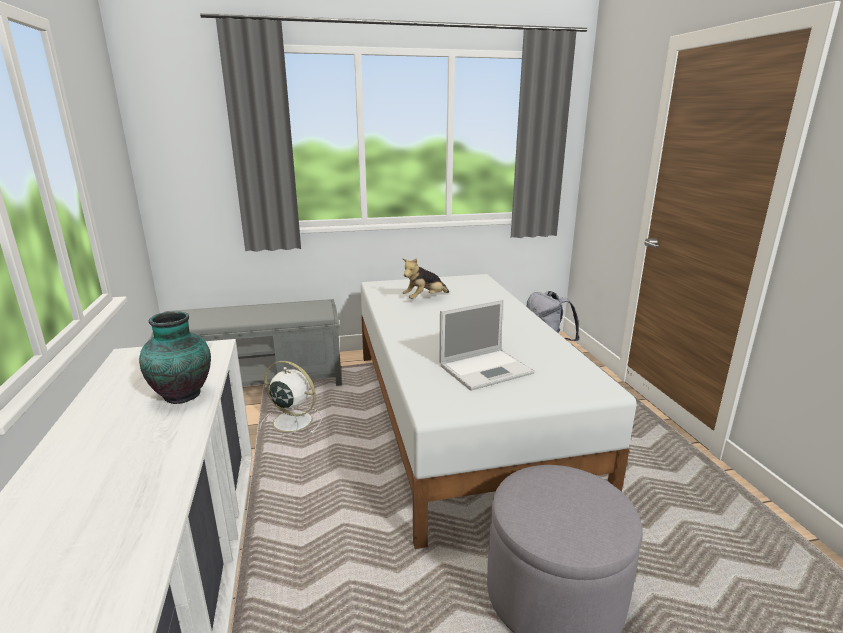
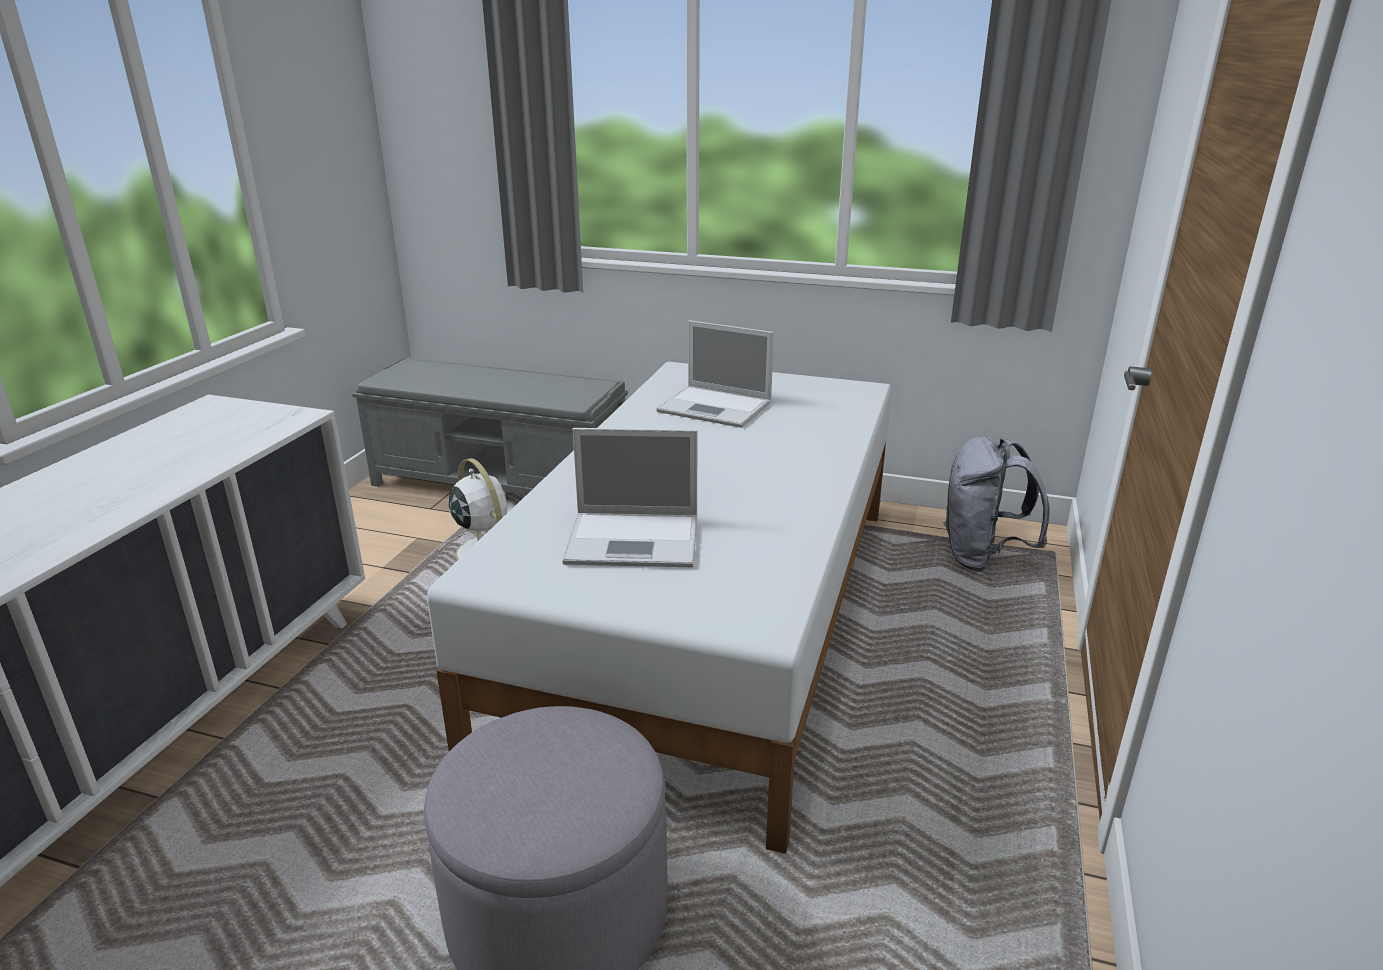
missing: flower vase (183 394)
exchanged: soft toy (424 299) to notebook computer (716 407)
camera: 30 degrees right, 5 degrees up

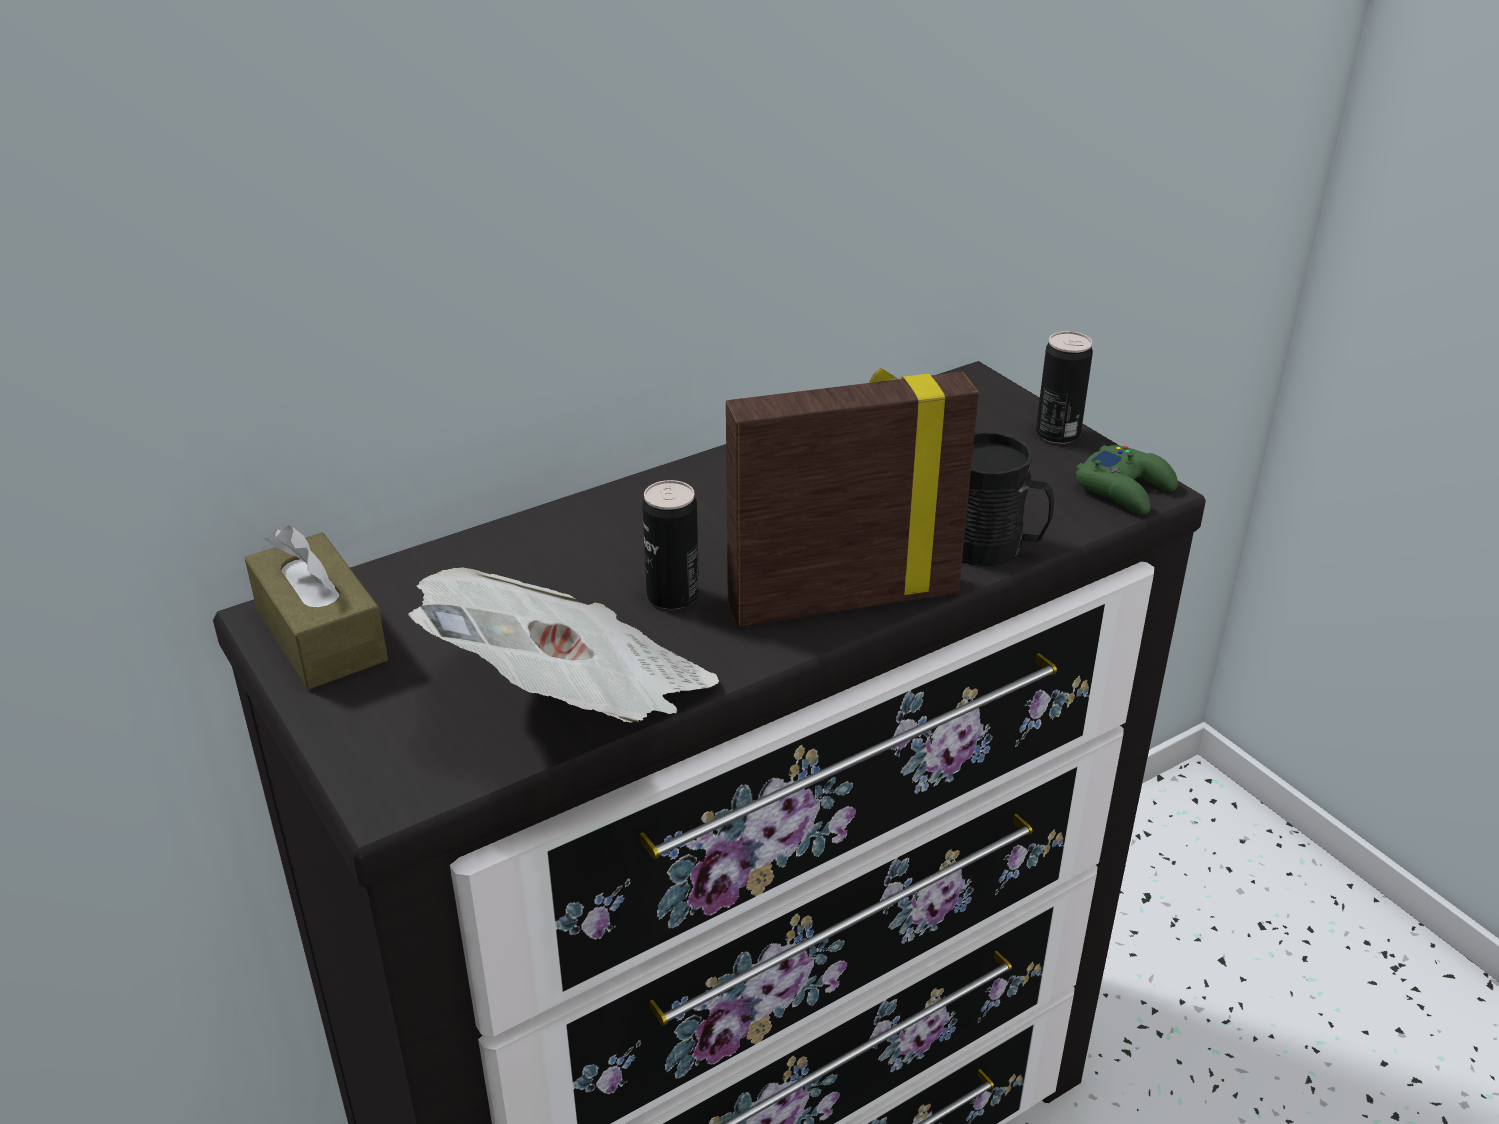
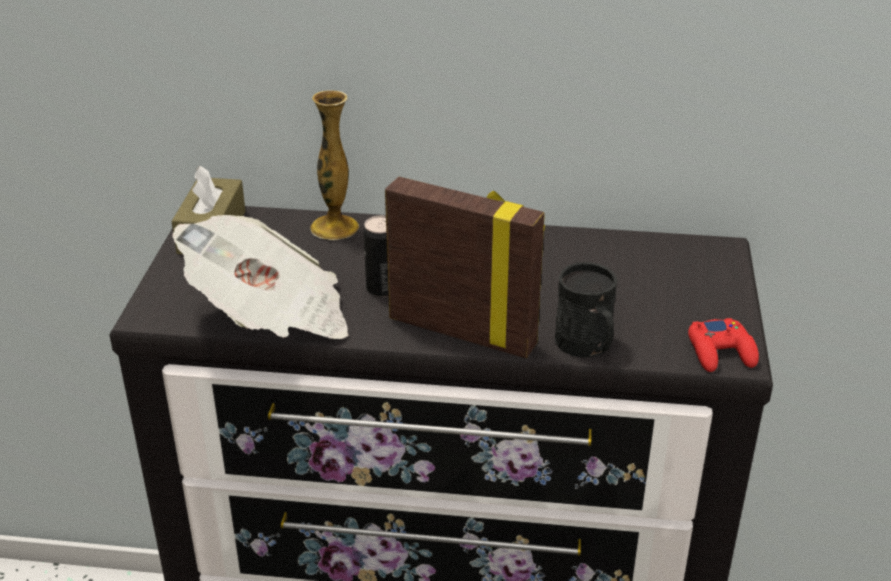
missing: metal can (1057 434)
appeared: flower vase (335 227)
colour: greenish joypad (1125 489) to red joypad (721 352)
camera: 40 degrees right, 0 degrees up

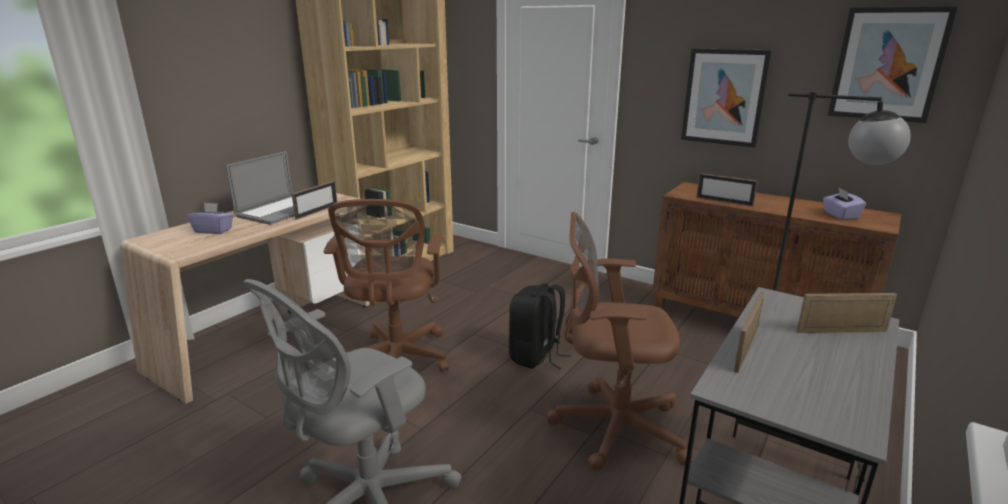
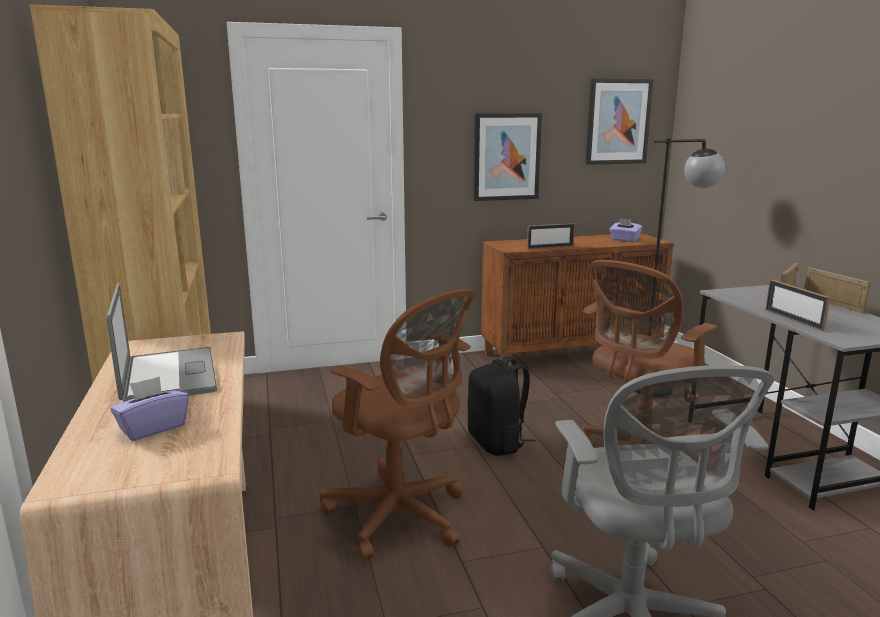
relocated: picture frame (317 211) to (832 304)
camera: 50 degrees left, 5 degrees down

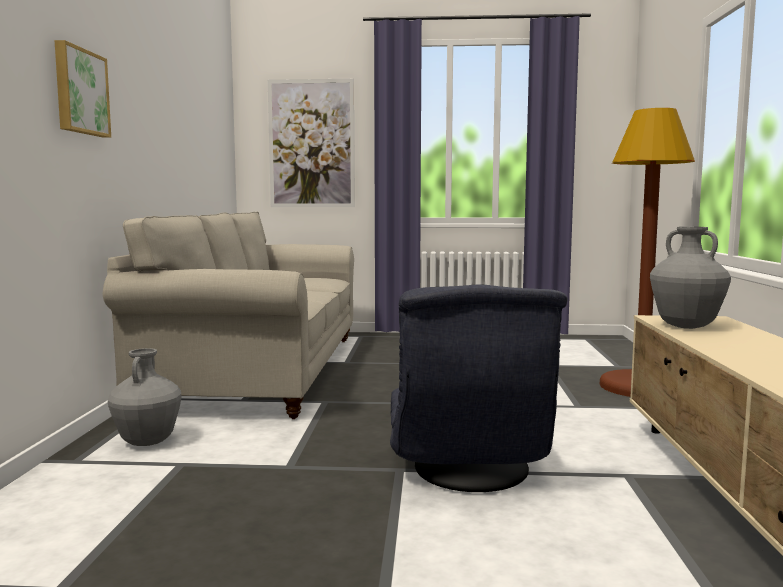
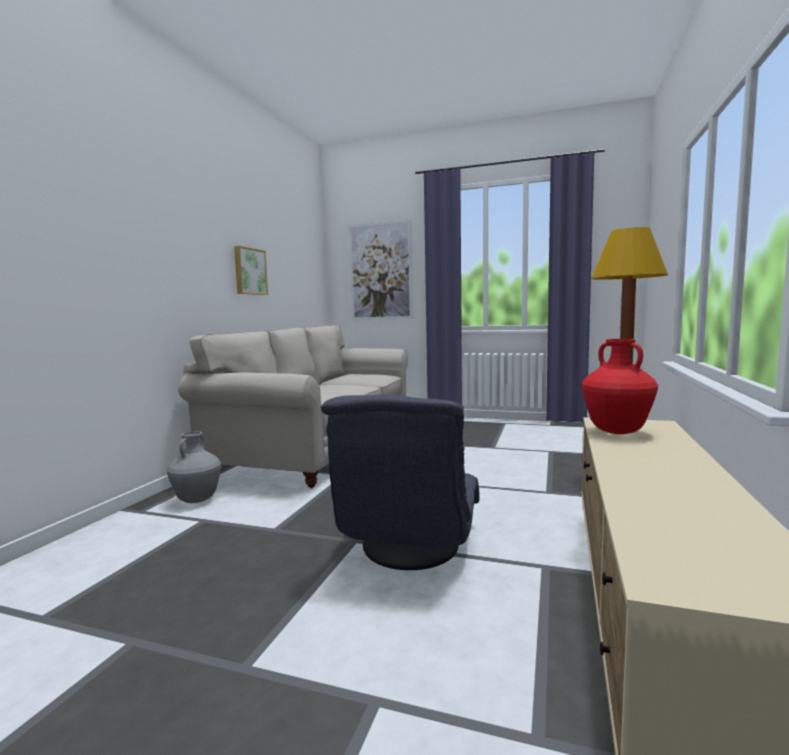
relocated: wall art (79 92) to (249 271)
colour: gray flower vase (686 326) to red flower vase (617 432)
camera: 15 degrees right, 0 degrees up

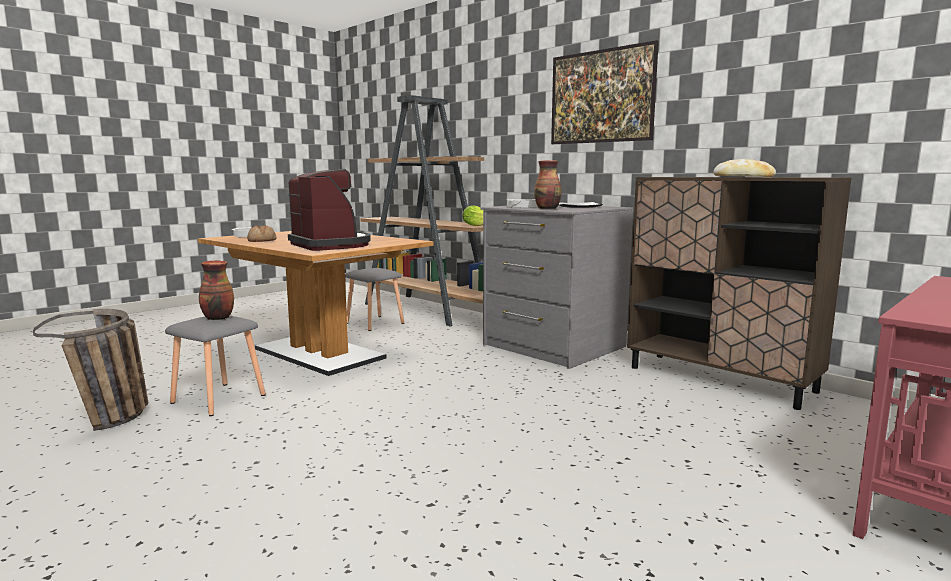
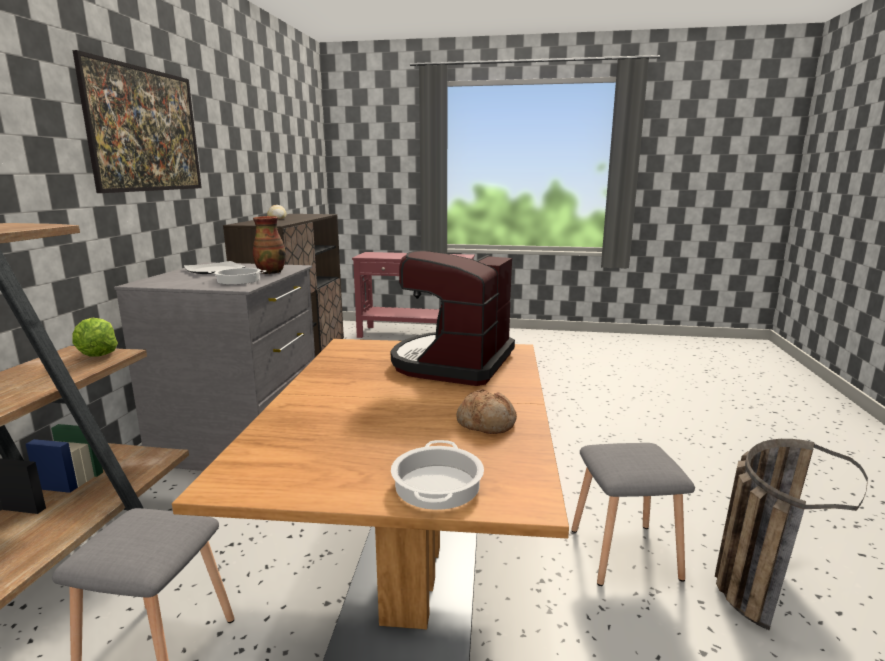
missing: flower vase (217 318)
camera: 125 degrees left, 5 degrees up

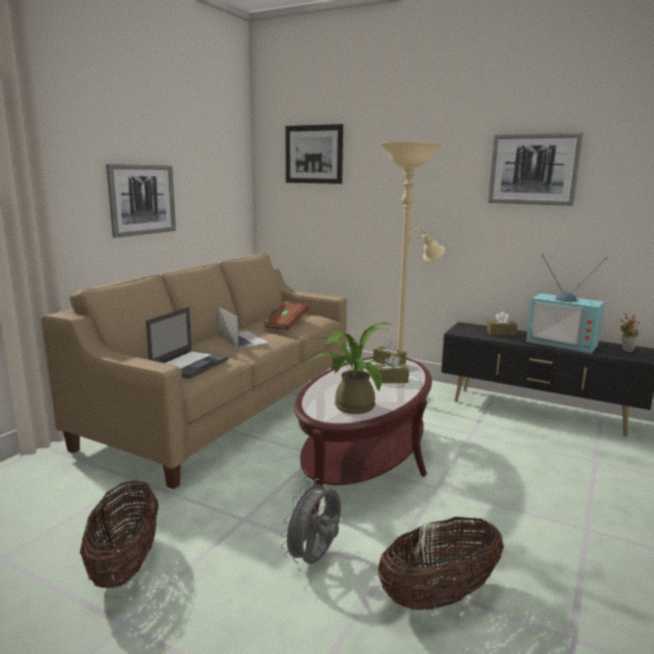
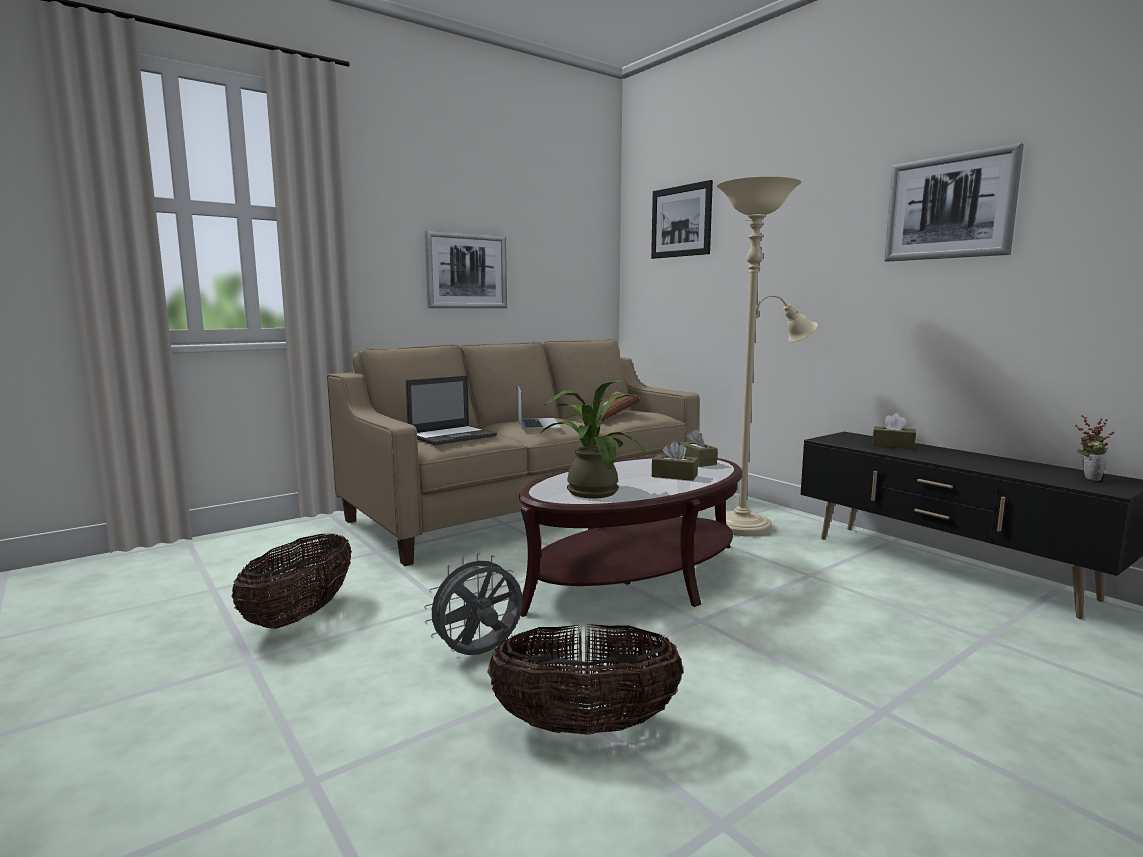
missing: TV set (563 343)
camera: 25 degrees right, 5 degrees down

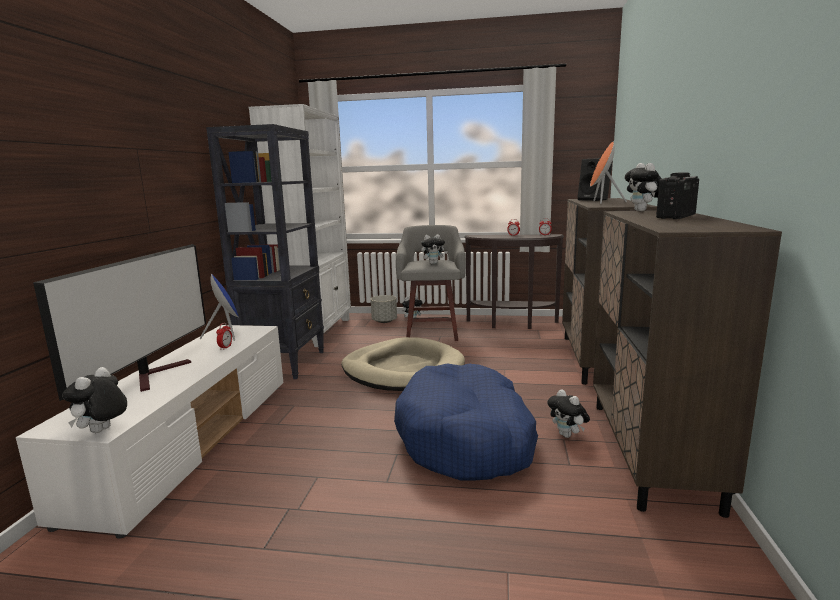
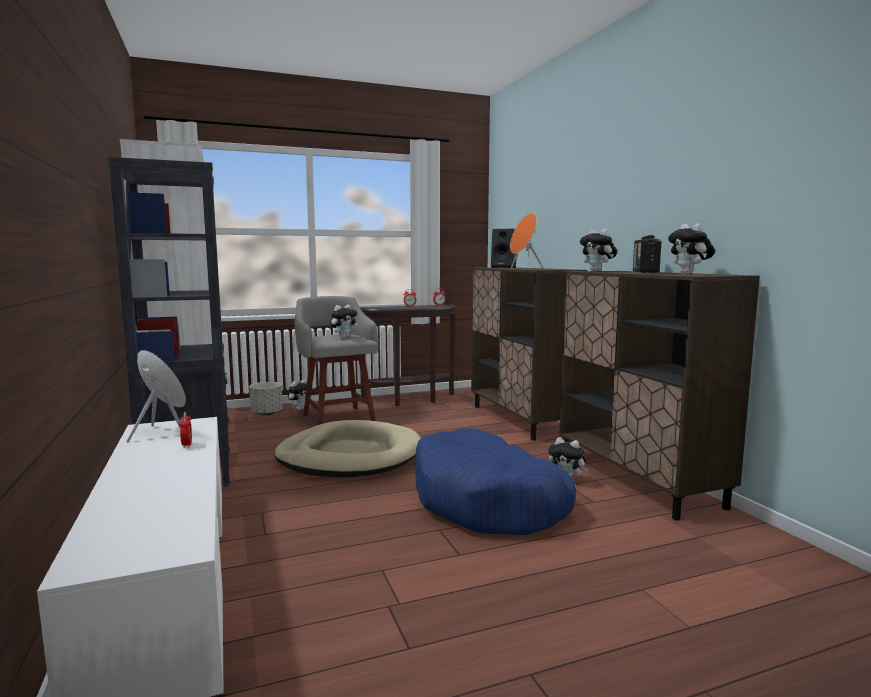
missing: TV set (156 374)
relocated: soft toy (102 431) to (689 273)
camera: 30 degrees left, 5 degrees down

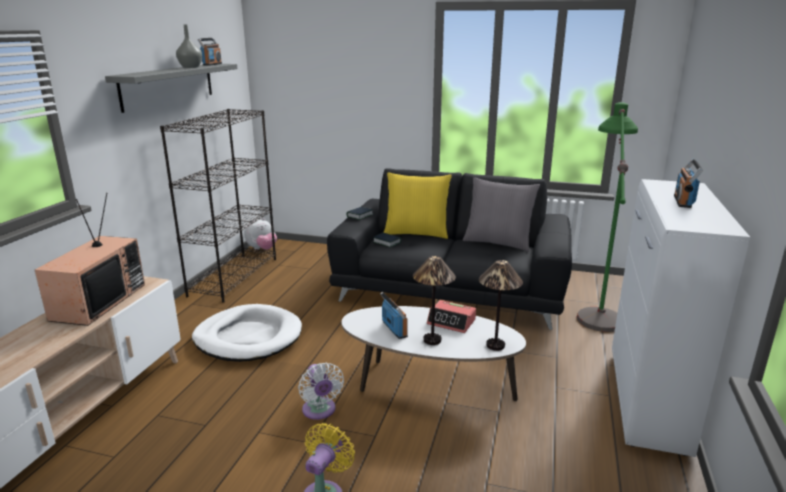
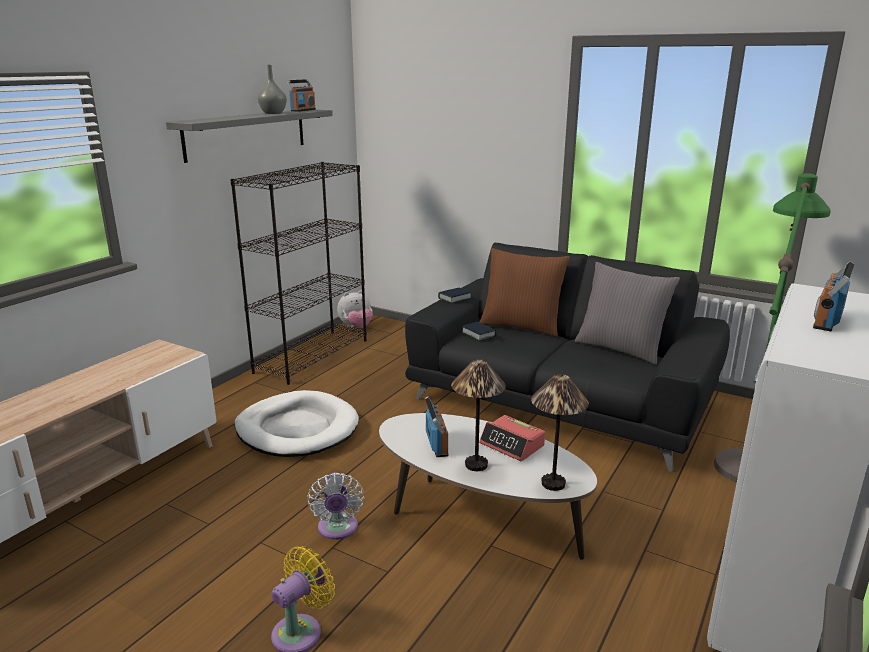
missing: TV set (98 301)
colour: yellowish cushion (416 233) to brown cushion (521 326)
camera: 15 degrees right, 0 degrees up

